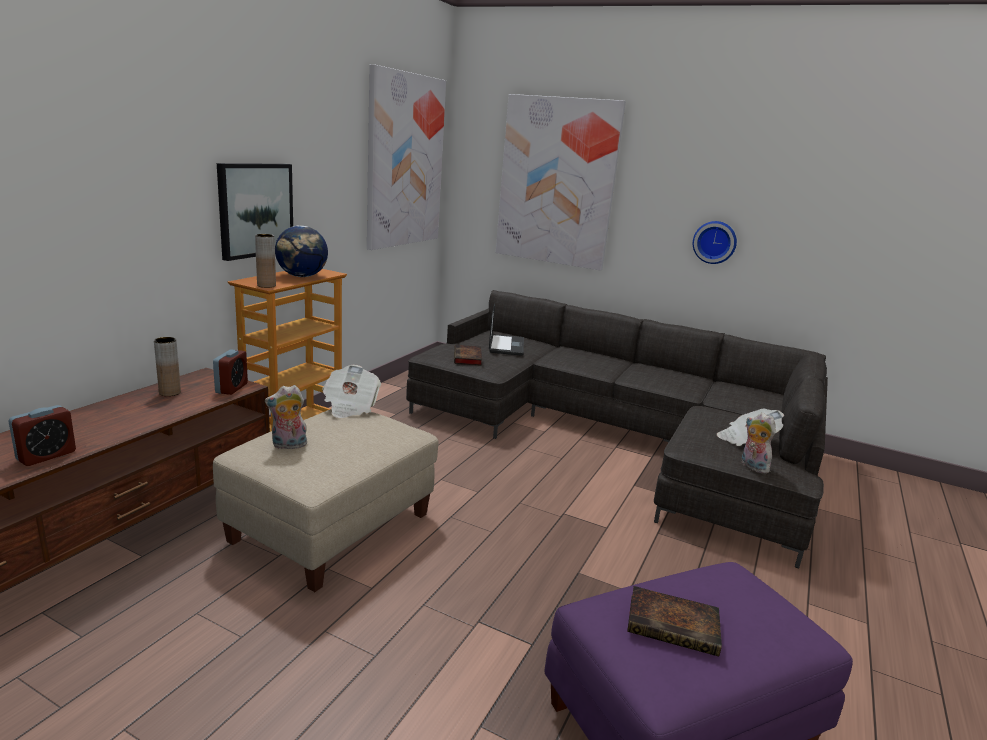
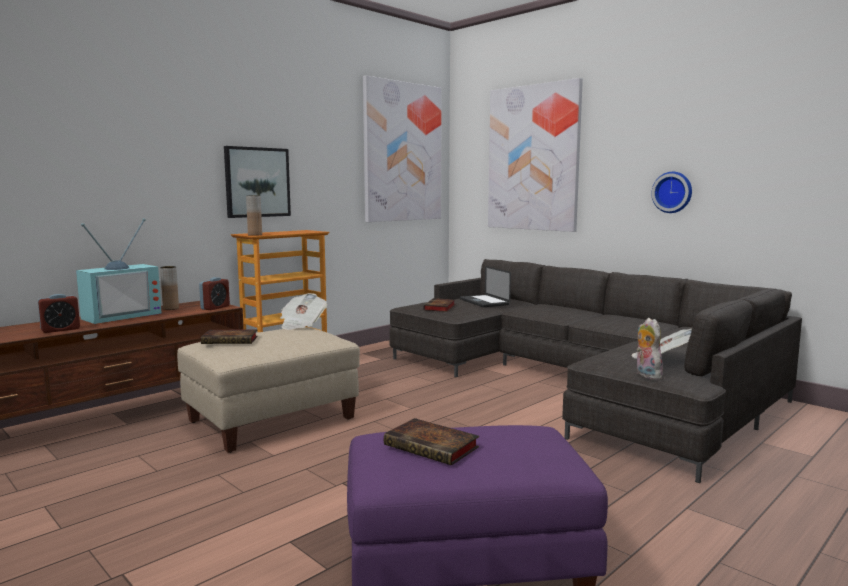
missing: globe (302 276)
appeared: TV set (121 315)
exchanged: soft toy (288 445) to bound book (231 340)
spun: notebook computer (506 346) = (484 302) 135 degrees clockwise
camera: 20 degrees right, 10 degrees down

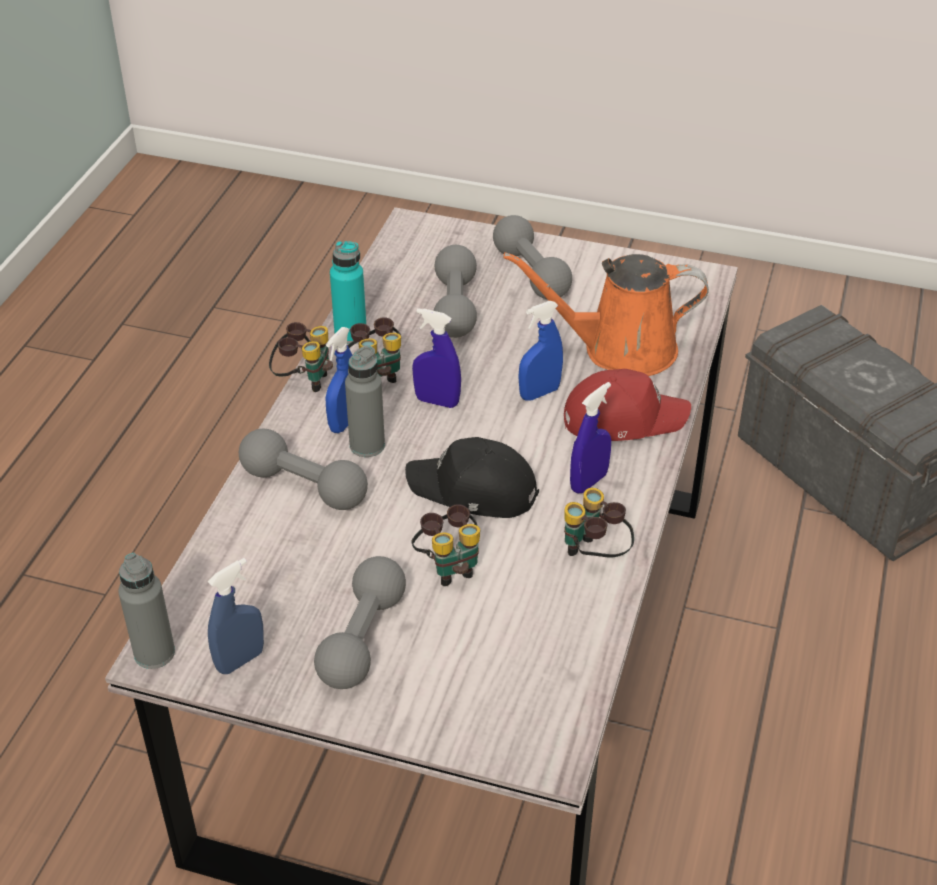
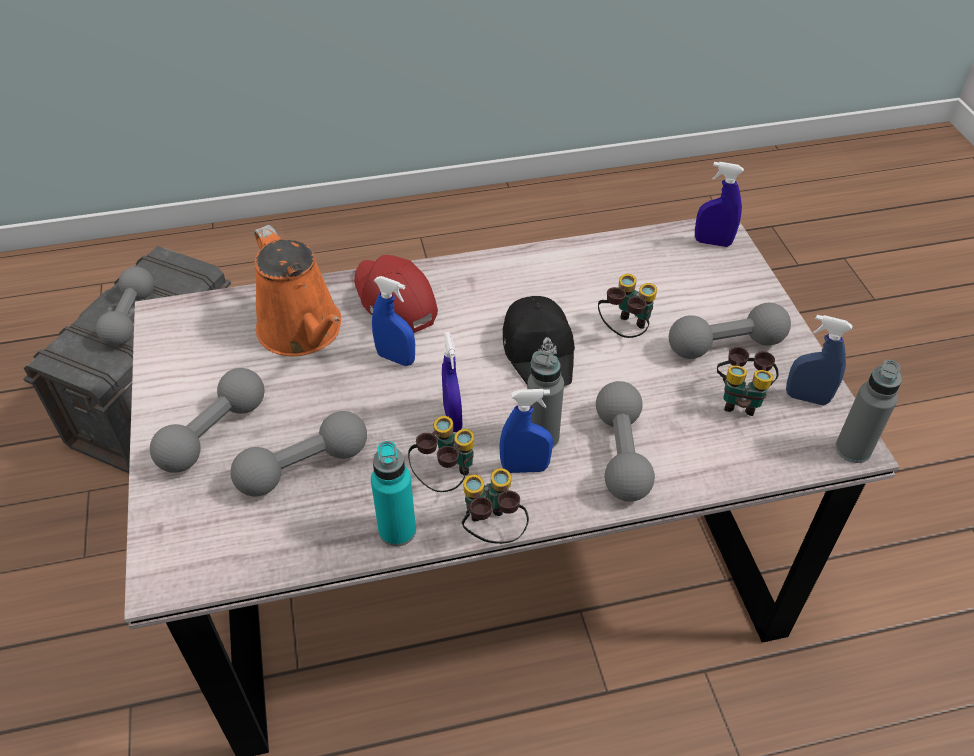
appeared: gray dumbbell (130 317)
relocated: binoculars (594 556) to (740 399); blue sprayer (588 482) to (712 242)
camera: 120 degrees left, 5 degrees up

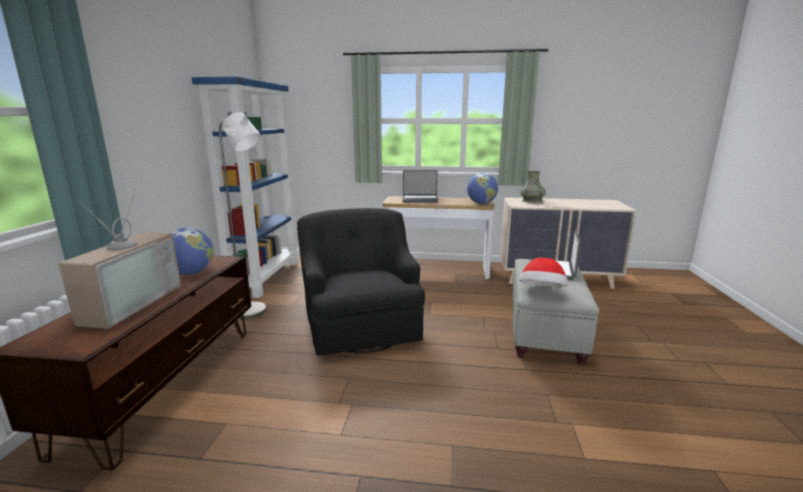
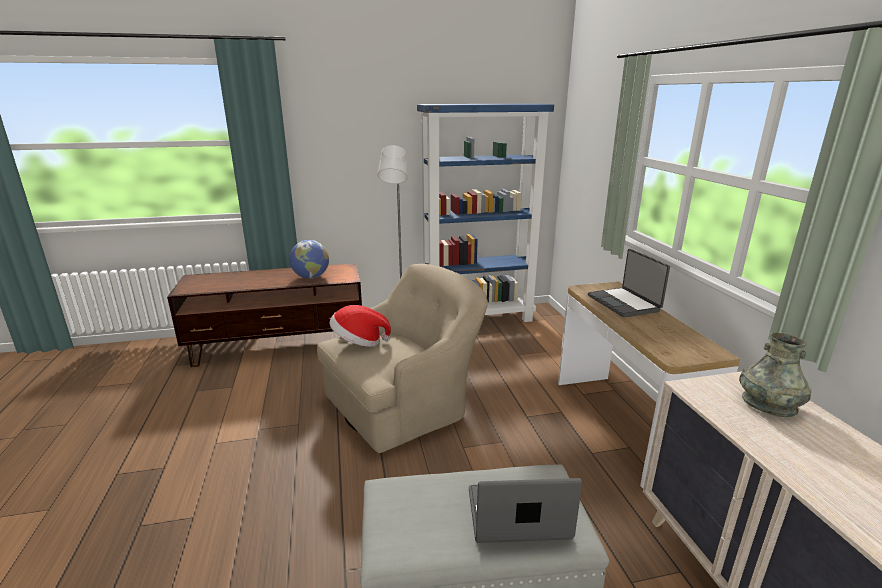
missing: TV set (128 303); globe (481 203)
relocated: wearable hat (541 292) to (359 342)
colour: blackish easy chair (361 324) to sand-coloured easy chair (405 403)
camera: 70 degrees right, 5 degrees up

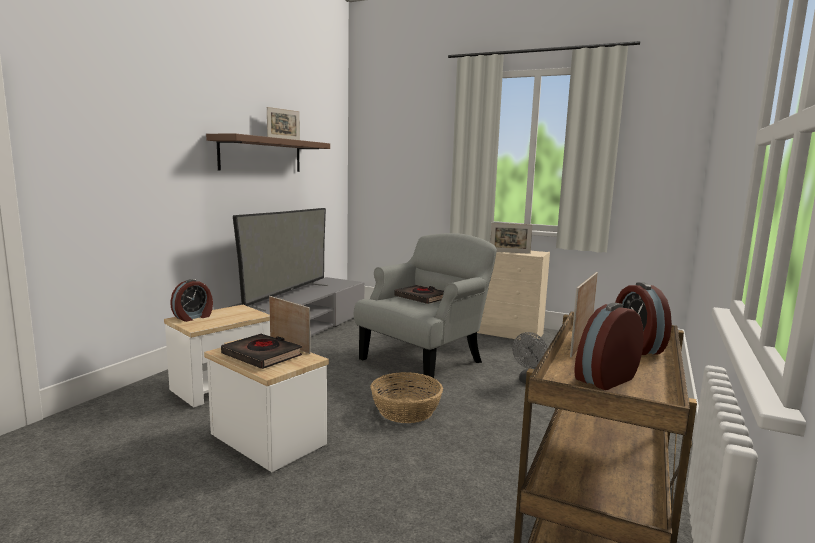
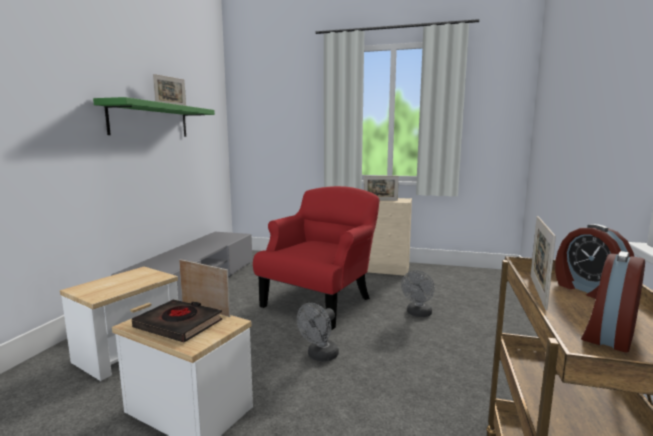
missing: bedside clock (193 317); TV set (287 296); blackish bound book (421 298)
exchanged: household basket (406 410) to gray electric fan (320 356)
colour: brown shelf (261 155) to greenish shelf (150 120); gray easy chair (425 360) to red easy chair (320 302)
camera: 10 degrees left, 0 degrees up

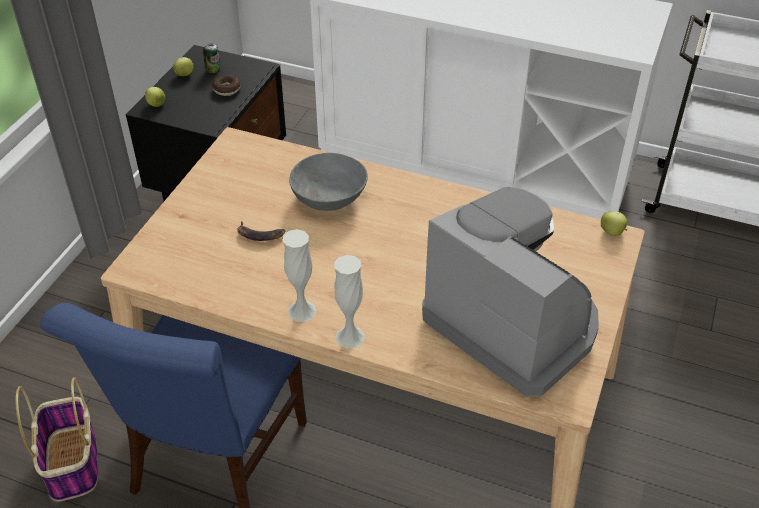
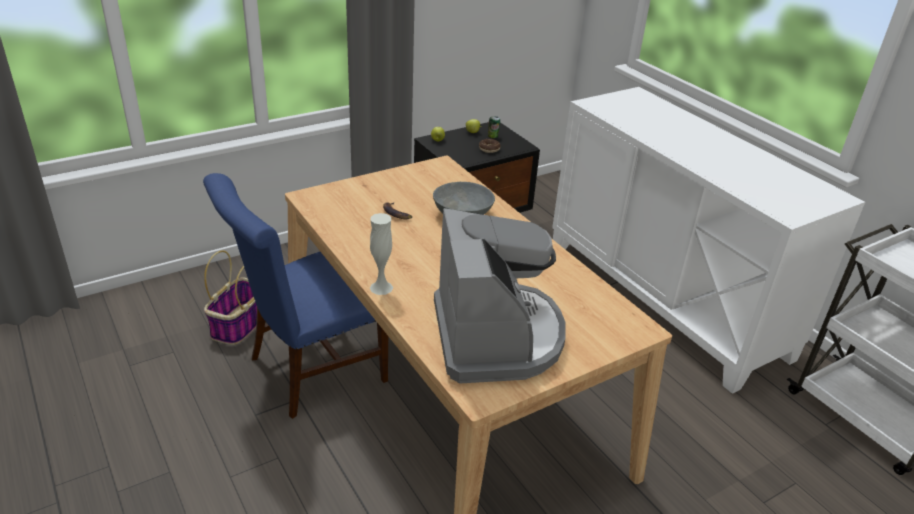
missing: white flower vase (302 311); apple (612 232)
camera: 35 degrees right, 10 degrees down

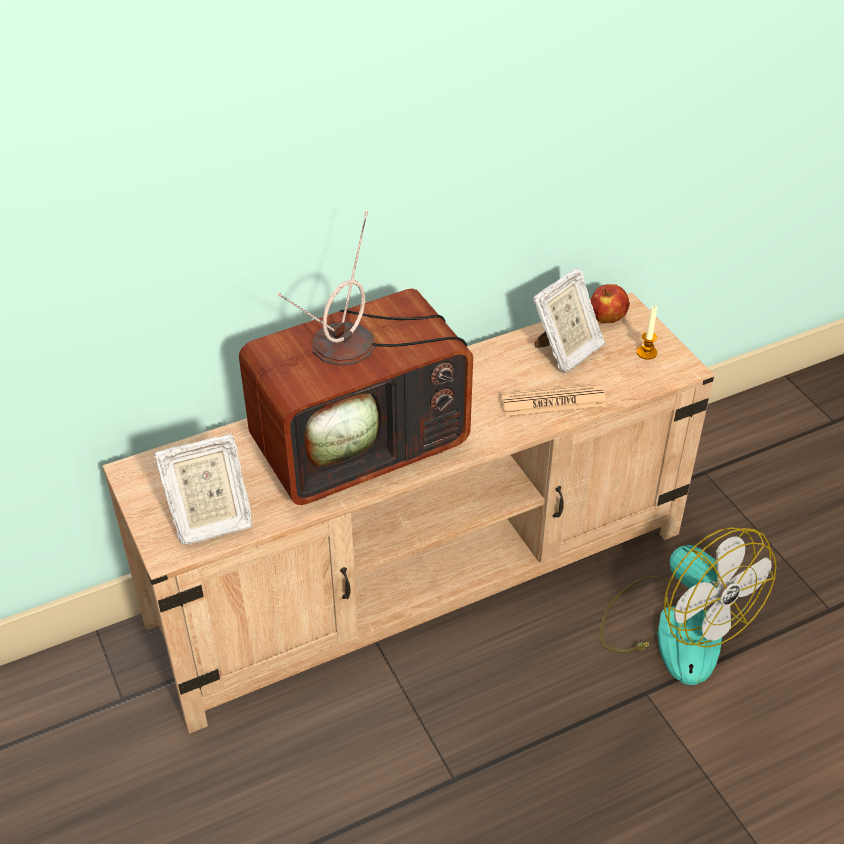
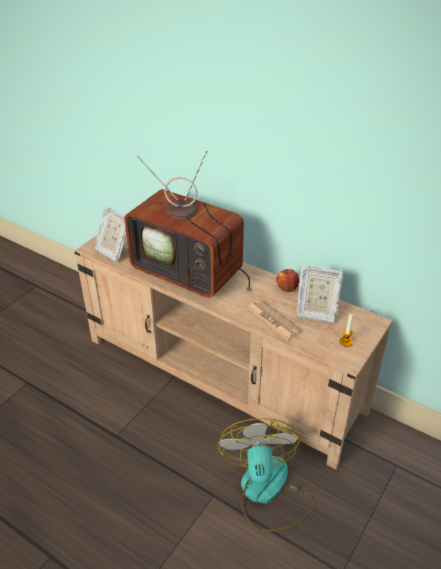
relocated: apple (607 318) to (287 288)
spun: electric fan (674 627) = (266 492) 150 degrees clockwise
camera: 60 degrees right, 5 degrees down

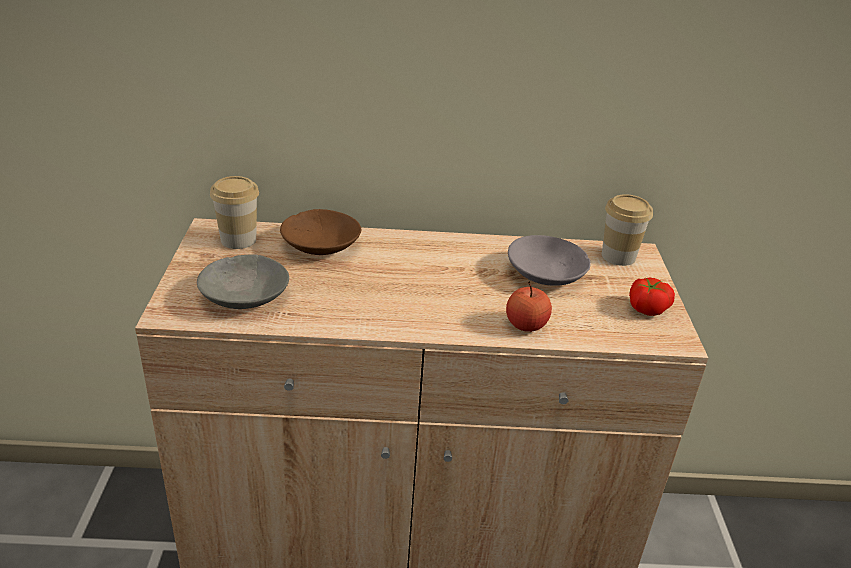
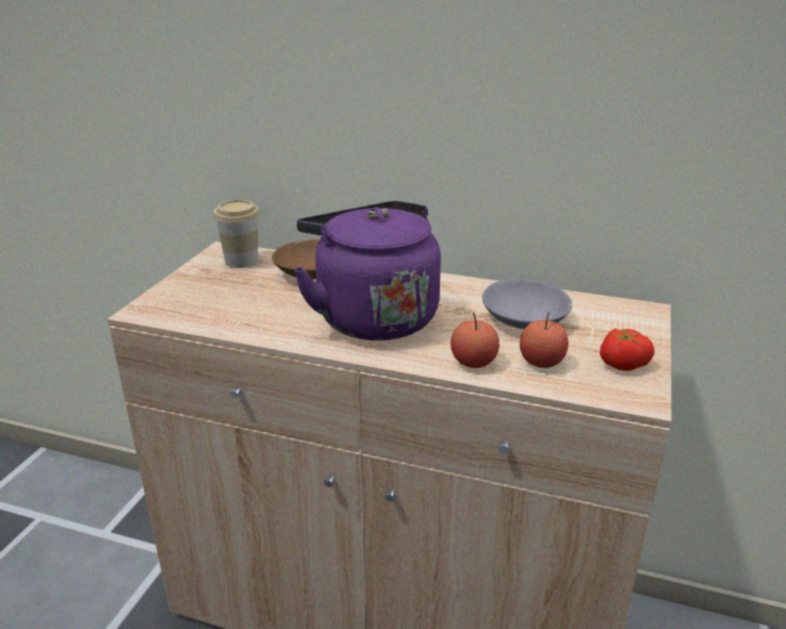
missing: gray deep dish (245 296); cup (618 256)
appeared: purple tea kettle (372 316); apple (541 362)
camera: 20 degrees right, 5 degrees down

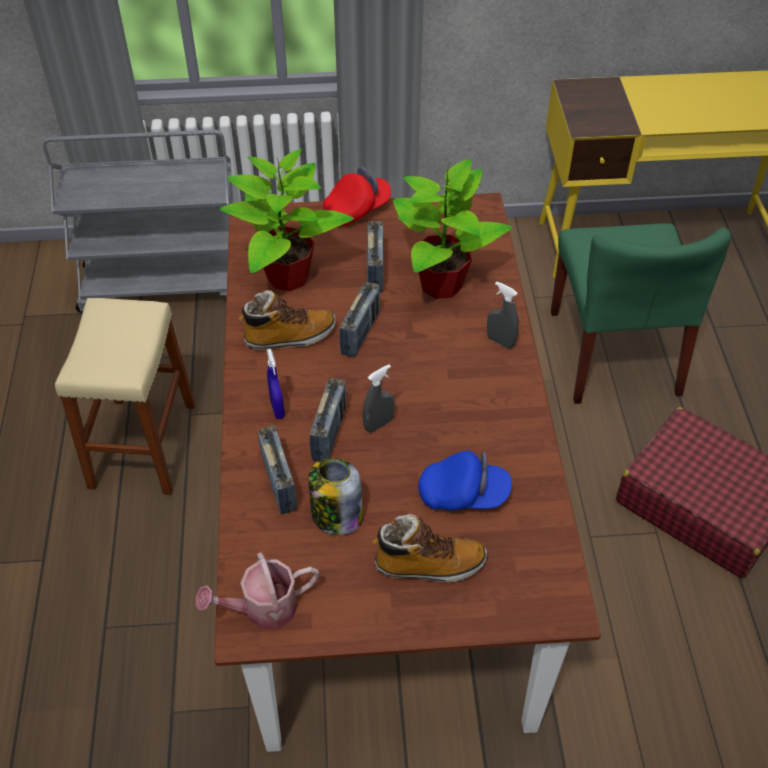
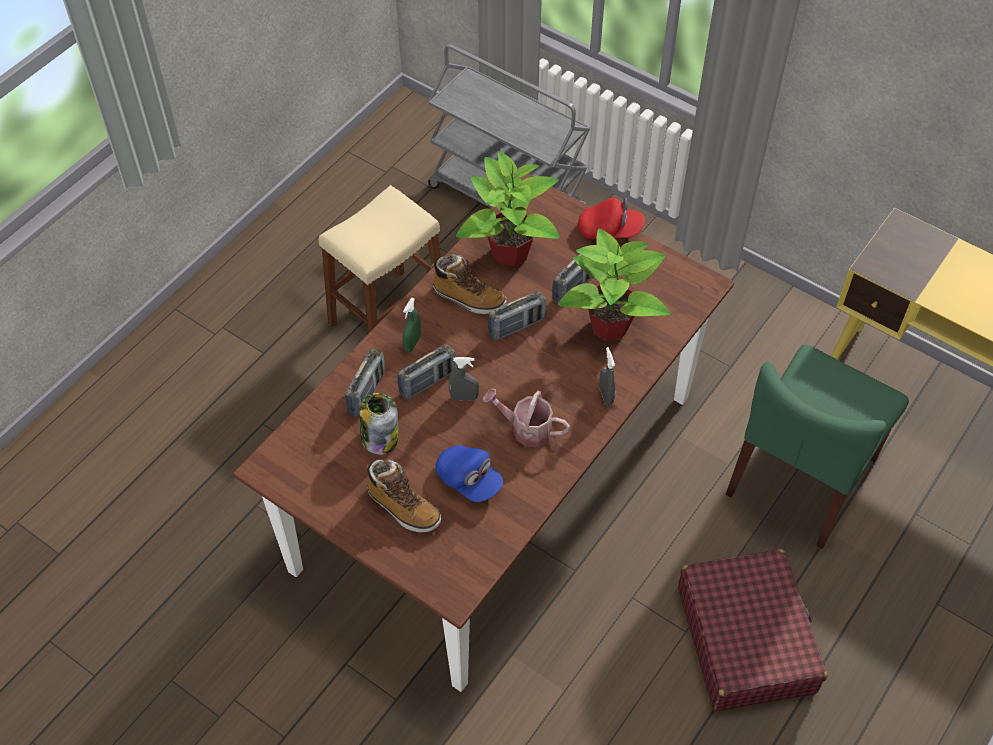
relocated: sprinkling can (262 608) to (526 429)
colour: blue sprayer (277 408) to greenish sprayer (412 343)
camera: 40 degrees right, 5 degrees up

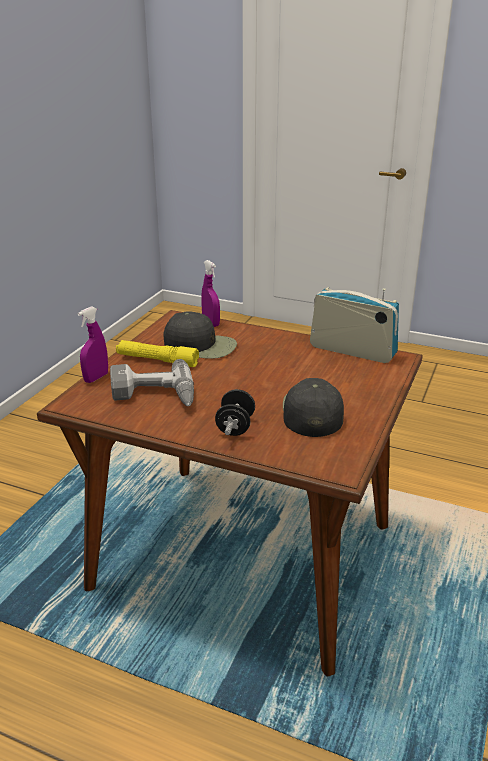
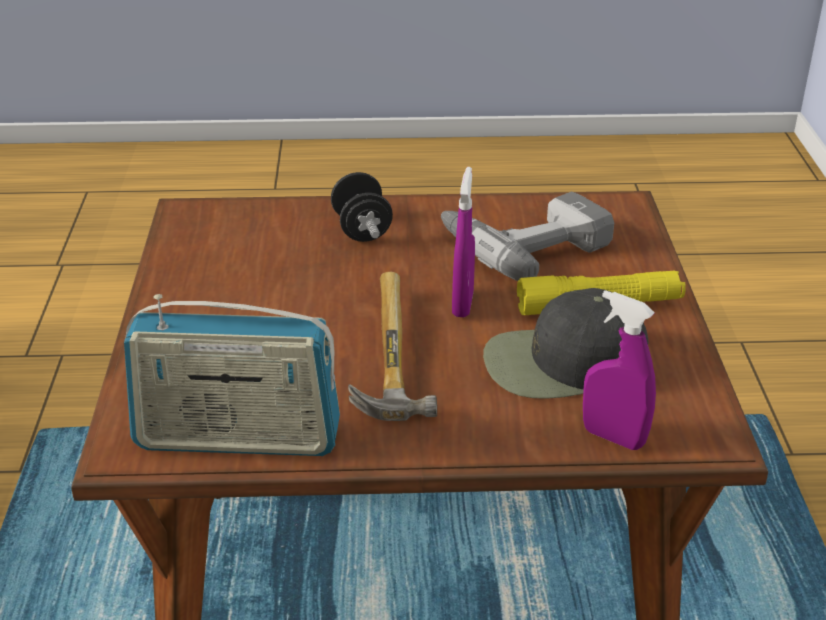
missing: blackish cap (312 412)
appeared: hammer (382 354)
relocated: purple sprayer (96 378) to (462 304)
camera: 155 degrees right, 5 degrees up

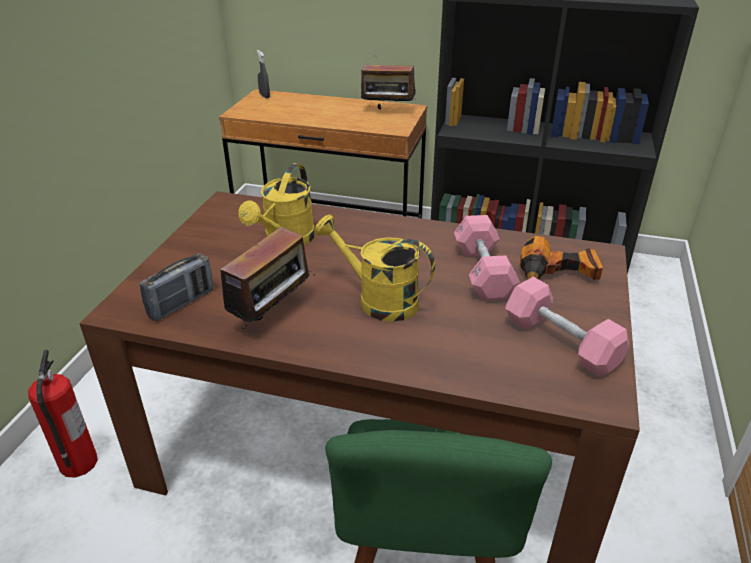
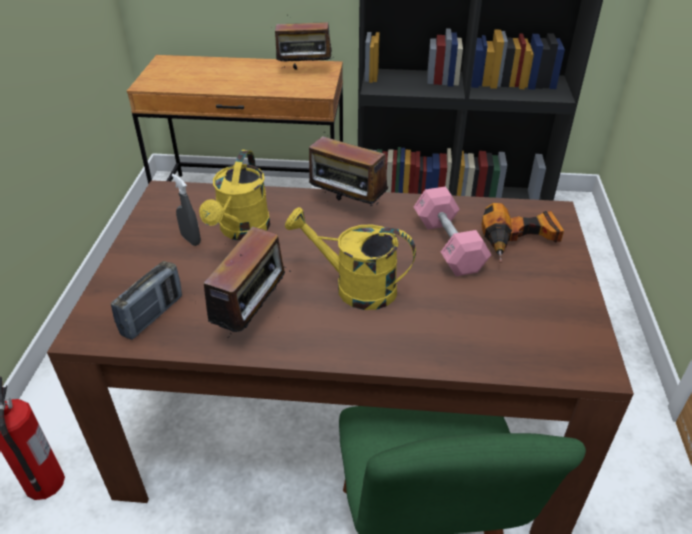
missing: pink-coloured dumbbell (561 342)
appeared: radio receiver (347 206)
relocated: gray sprayer (264 96) to (191 239)
camera: 10 degrees left, 5 degrees up

